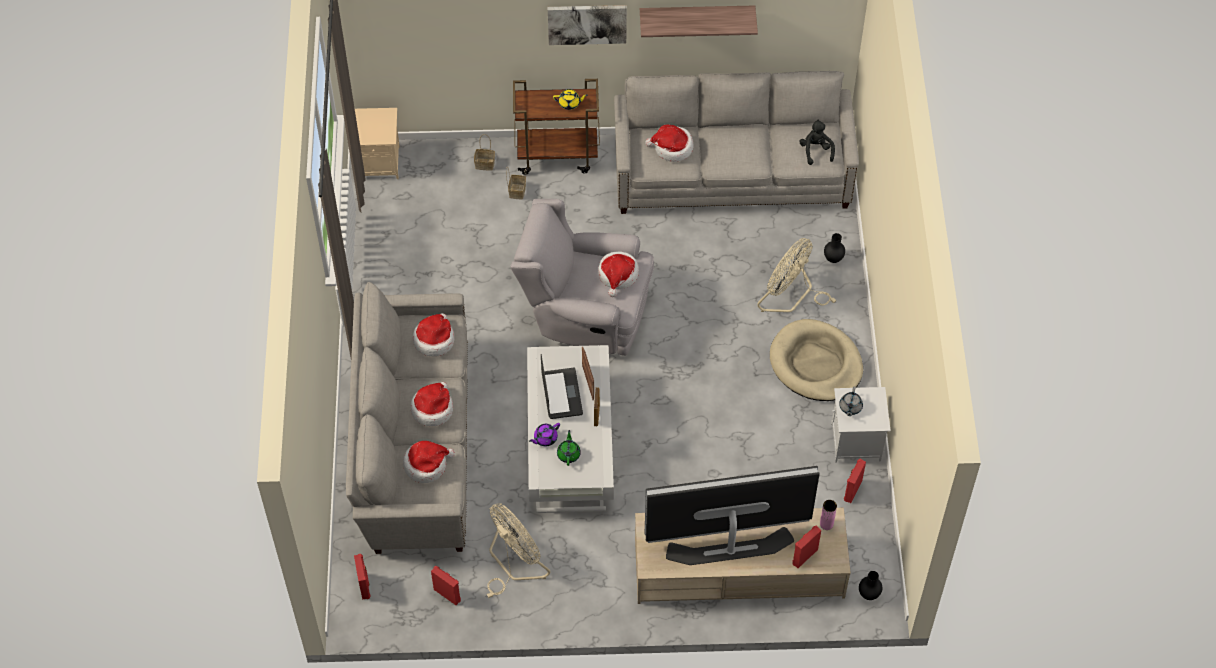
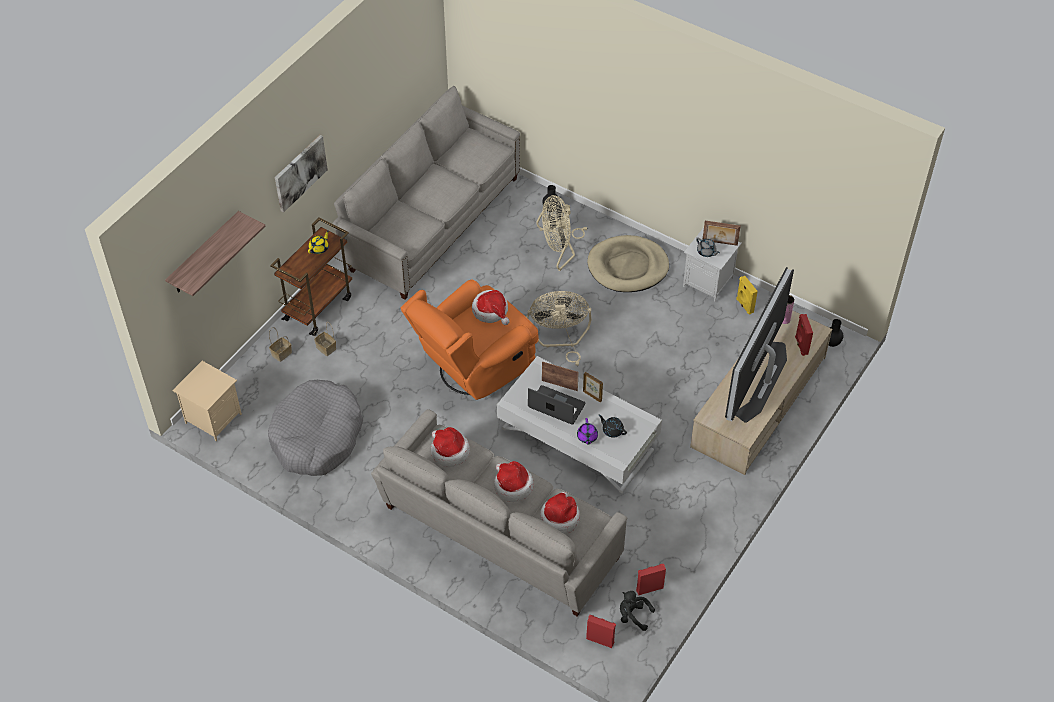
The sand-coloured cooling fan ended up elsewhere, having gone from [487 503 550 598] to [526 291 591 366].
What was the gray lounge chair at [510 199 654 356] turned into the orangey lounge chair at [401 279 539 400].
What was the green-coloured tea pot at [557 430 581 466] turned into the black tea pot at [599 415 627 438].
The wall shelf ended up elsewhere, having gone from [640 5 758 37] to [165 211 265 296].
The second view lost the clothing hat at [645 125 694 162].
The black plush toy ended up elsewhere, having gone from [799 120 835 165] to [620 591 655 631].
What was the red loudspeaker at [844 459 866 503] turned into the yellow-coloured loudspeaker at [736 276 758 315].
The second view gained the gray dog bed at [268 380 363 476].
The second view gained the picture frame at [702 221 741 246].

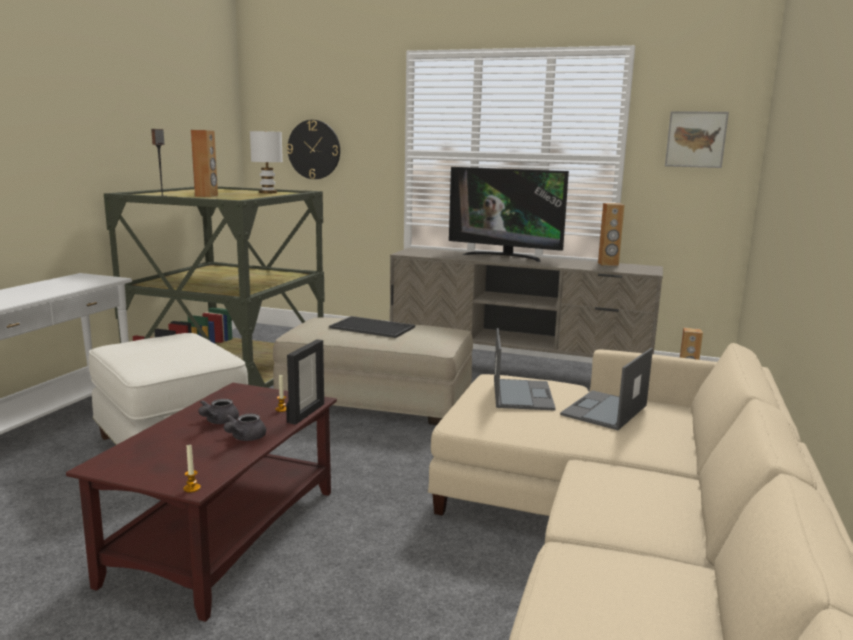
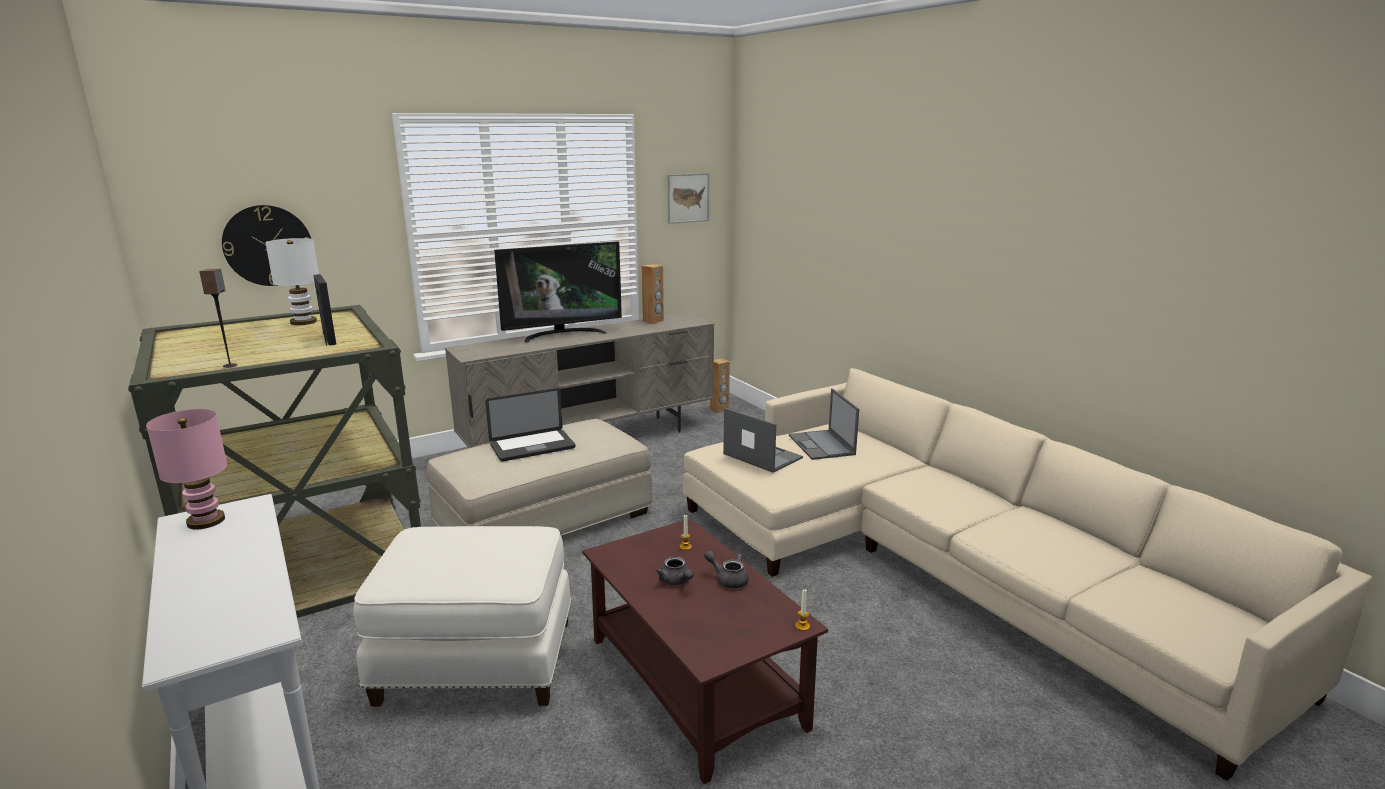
The second view lost the brown loudspeaker at [191 130 218 197].
The gray tea pot at [223 413 266 441] ended up facing another way, 150 degrees clockwise from before.
The picture frame ended up elsewhere, having gone from [286 339 324 425] to [313 274 336 346].
Where the tray stood at [329 316 415 338], the laptop came to stand at [485 388 576 462].
The second view gained the pink-coloured lamp for a table at [146 409 227 529].

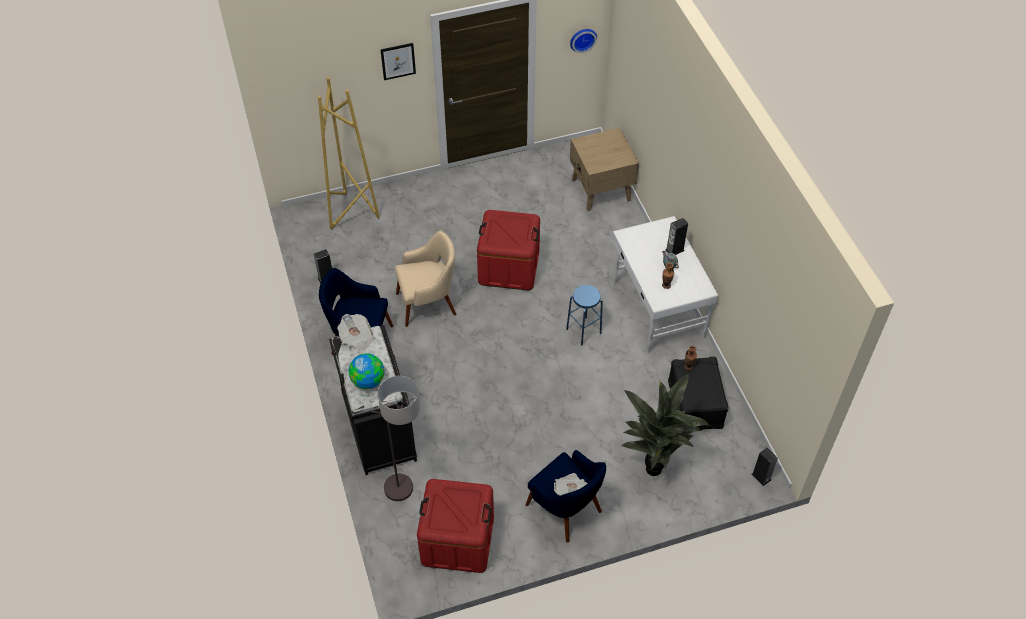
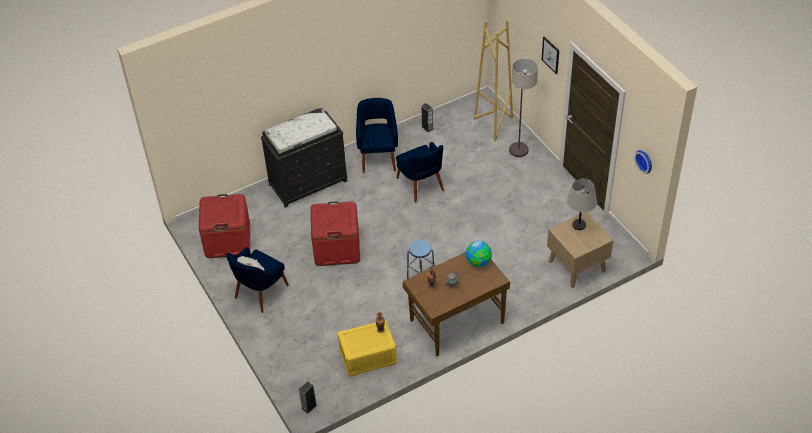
The second view lost the newspaper at [337 314 375 353].
The desk globe ended up elsewhere, having gone from [349 353 384 389] to [466 241 492 267].
The gray standard lamp ended up elsewhere, having gone from [371 376 420 501] to [509 59 538 157].
What was the sand-coloured lounge chair at [395 231 456 327] turned into the blue lounge chair at [396 142 444 202].
The red storage container ended up elsewhere, having gone from [477 210 540 290] to [311 201 360 266].
What was the white desk at [612 216 718 353] turned into the brown desk at [403 252 510 356].
The second view lost the plant in a pot at [621 374 710 476].
The second view lost the loudspeaker at [666 218 688 255].
What was the black storage container at [668 357 729 430] turned into the yellow-coloured storage container at [337 320 397 377].
The second view gained the gray lamp for a table at [567 179 597 230].

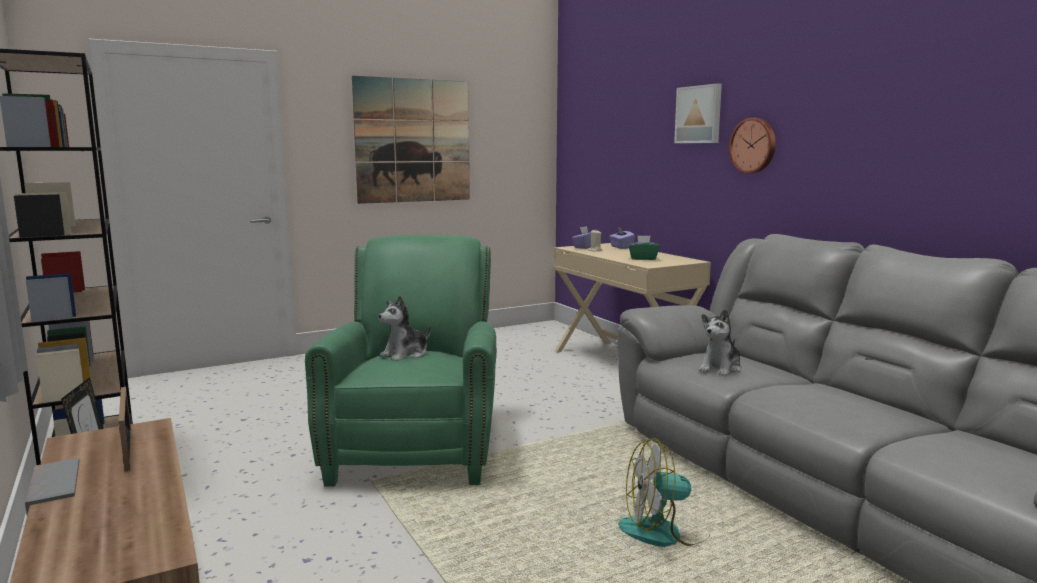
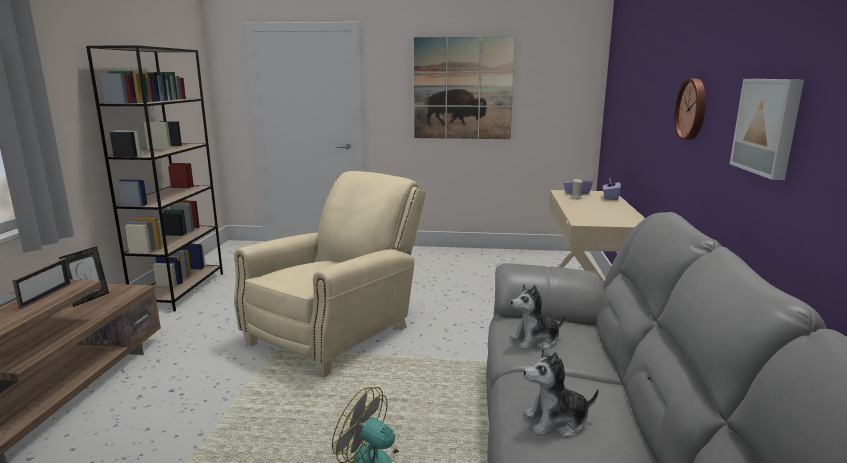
What was the green-coloured lounge chair at [305 235 497 486] turned into the sand-coloured lounge chair at [234 171 426 377].
The plush toy ended up elsewhere, having gone from [378 295 431 361] to [523 347 599 438].
The second view lost the green-coloured box of tissues at [628 235 660 260].
The picture ended up elsewhere, having gone from [674 84 722 143] to [730 79 804 180].

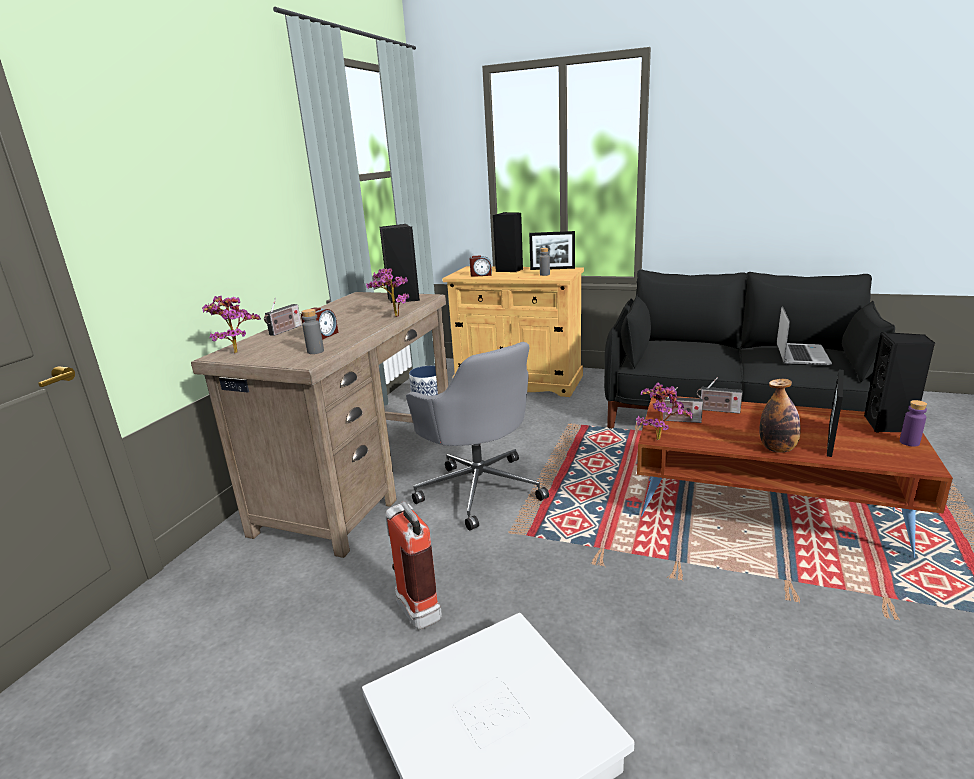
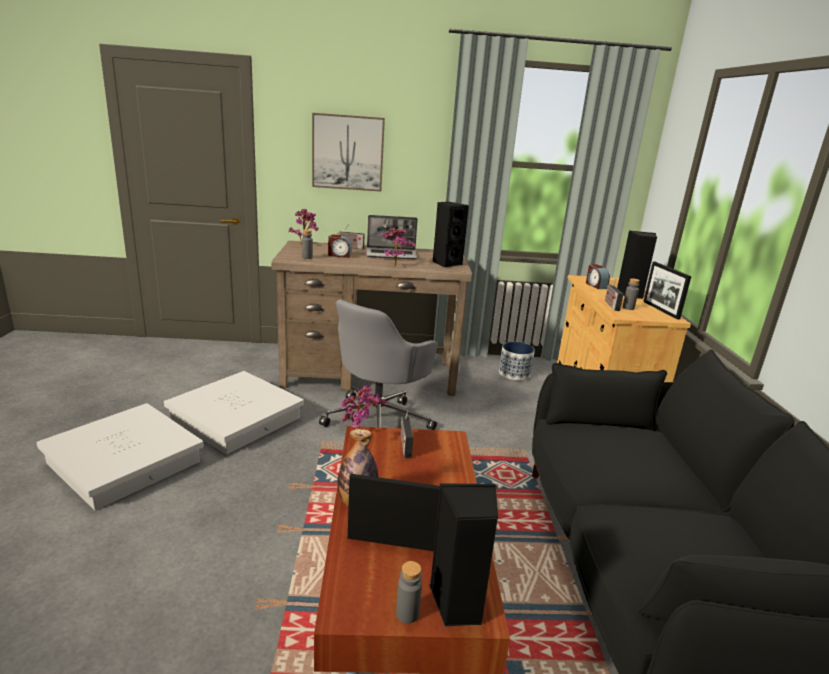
Where the fire-fighting cylinder stood at [385 501 442 630], the white storage container came to stand at [164 371 304 455].
The radio ended up elsewhere, having gone from [697 378 743 414] to [605 279 624 311].
The laptop ended up elsewhere, having gone from [777 306 832 366] to [366 215 418 259].
What was the purple-coloured drink bottle at [900 400 927 447] turned into the gray drink bottle at [396 561 422 624].
The second view gained the picture at [312 113 385 192].

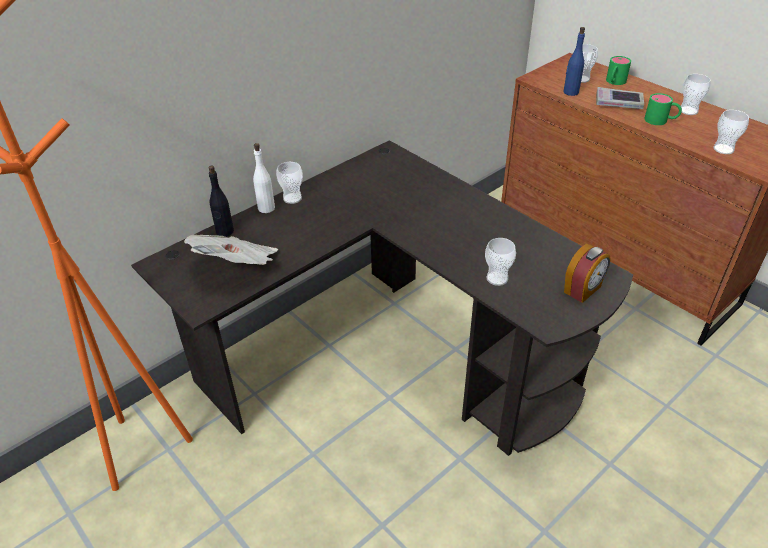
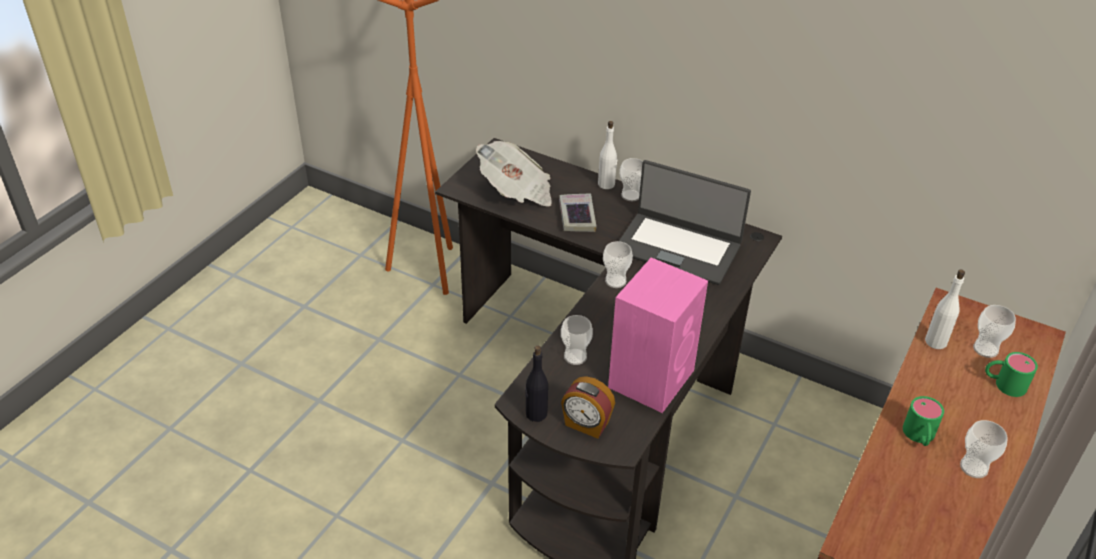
The black drink bottle ended up elsewhere, having gone from [209 165 234 237] to [525 346 548 422].
What was the blue drink bottle at [564 27 585 96] turned into the white drink bottle at [925 270 965 349].
The volume ended up elsewhere, having gone from [596 87 644 109] to [559 193 597 232].
The cup ended up elsewhere, having gone from [713 110 749 154] to [603 241 633 288].
The second view gained the pink-coloured loudspeaker at [608 257 708 413].
The second view gained the laptop at [619 160 751 285].

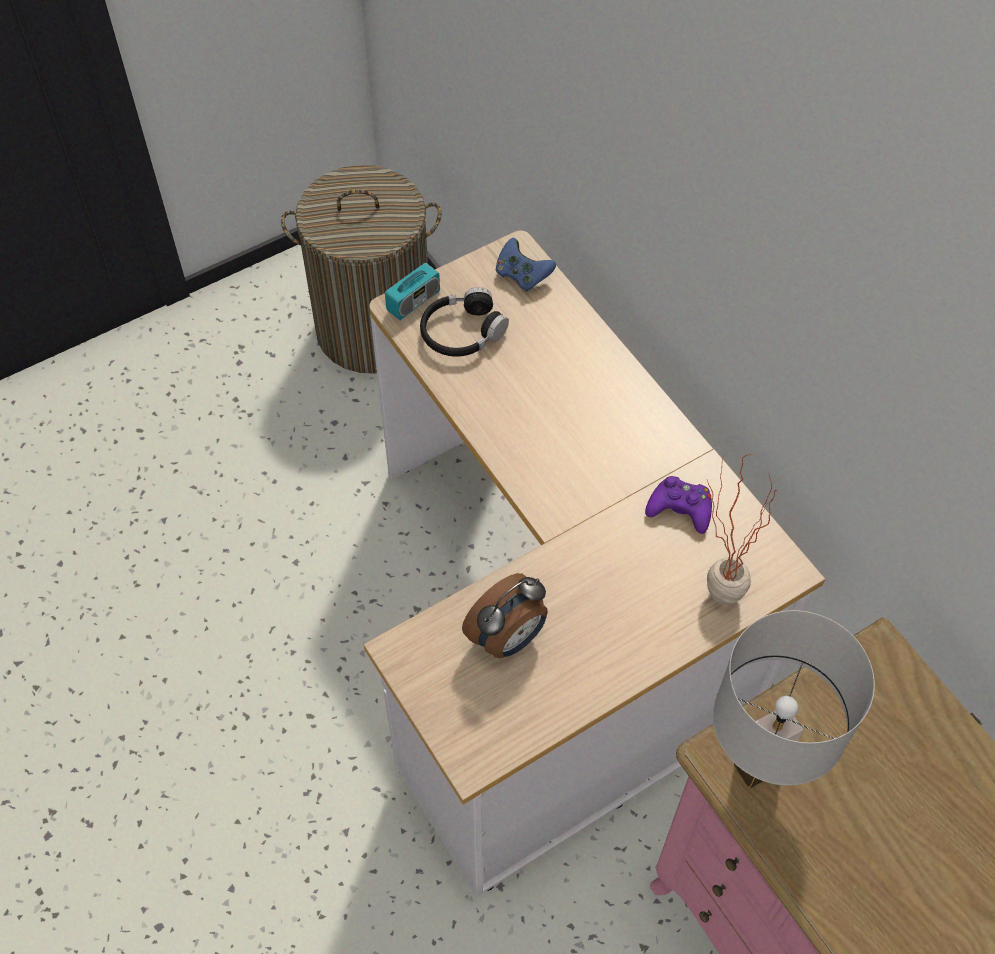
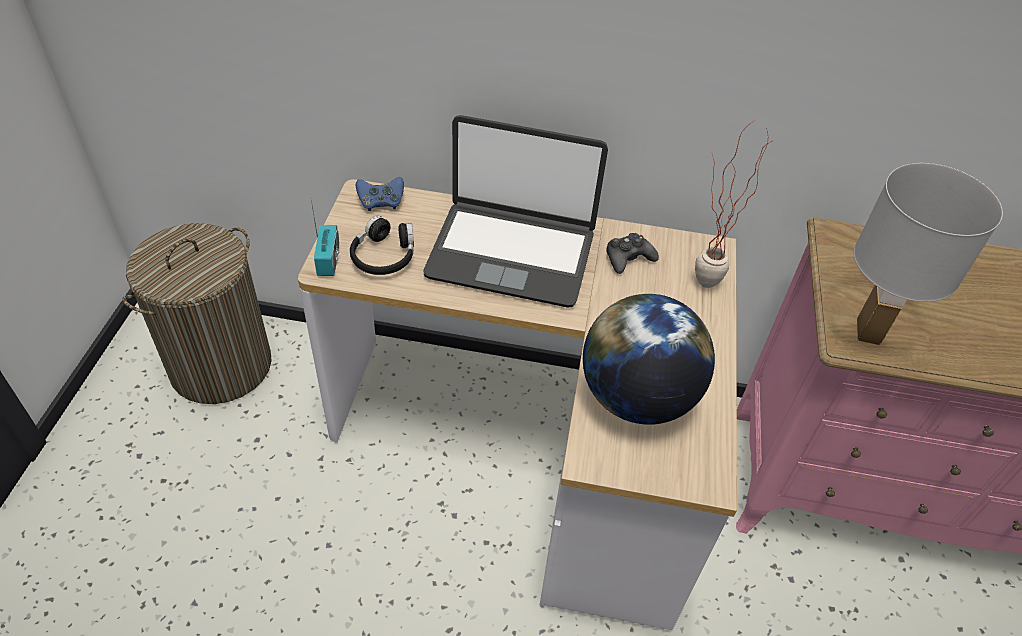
Where the bedside clock stood at [462 573 548 658], the desk globe came to stand at [583 294 715 425].
What was the purple-coloured joypad at [645 476 712 534] turned into the black joypad at [606 233 659 274].
The second view gained the laptop at [423 115 608 308].

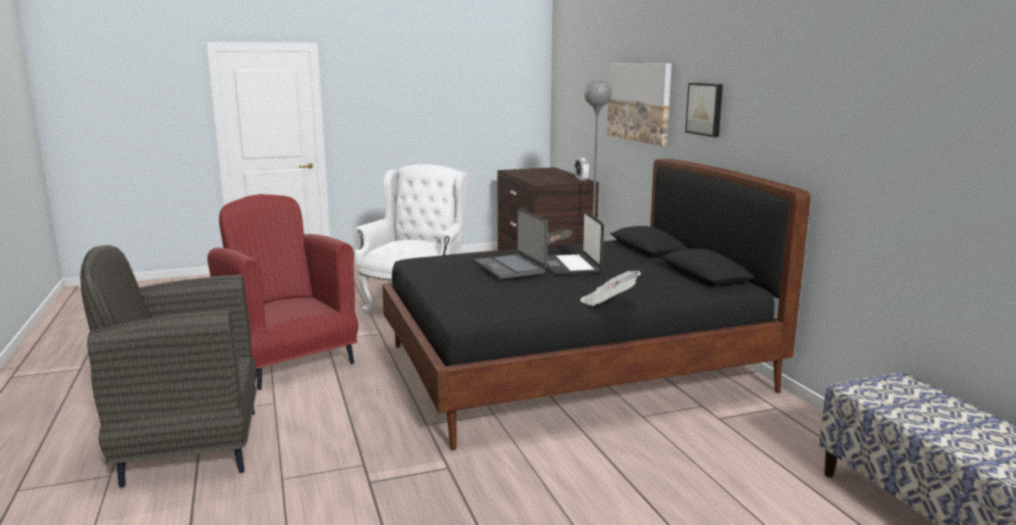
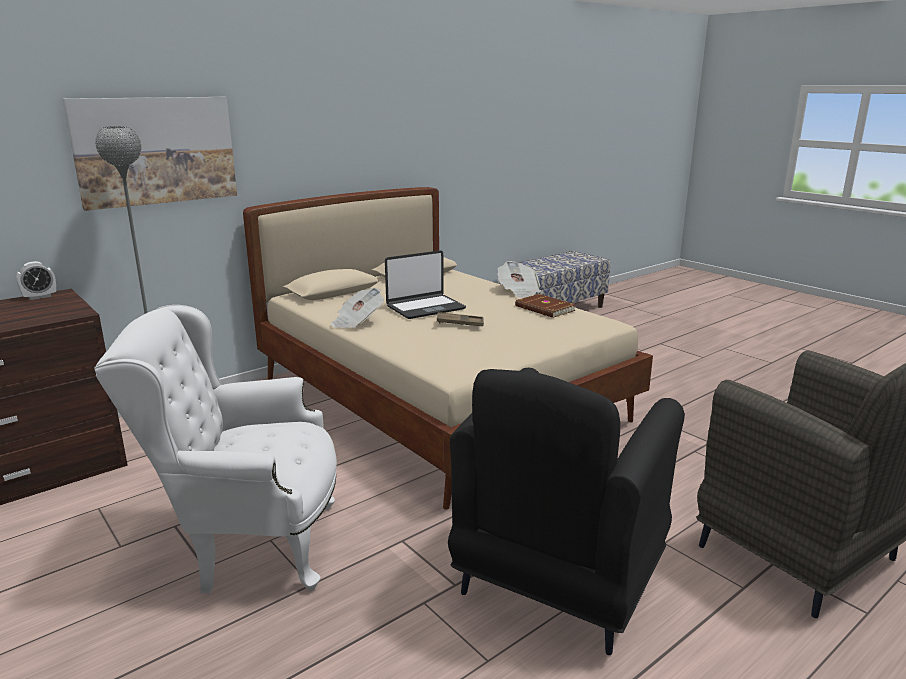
What was the red lounge chair at [207 194 358 390] turned into the black lounge chair at [448 368 685 655].
What was the black bed at [382 159 811 450] turned into the sand-coloured bed at [243 187 653 510].
Where the laptop stood at [474 208 548 279], the brown tray came to stand at [437 312 484 326].
The second view lost the picture at [685 83 723 137].
The second view gained the brown volume at [515 294 576 318].

